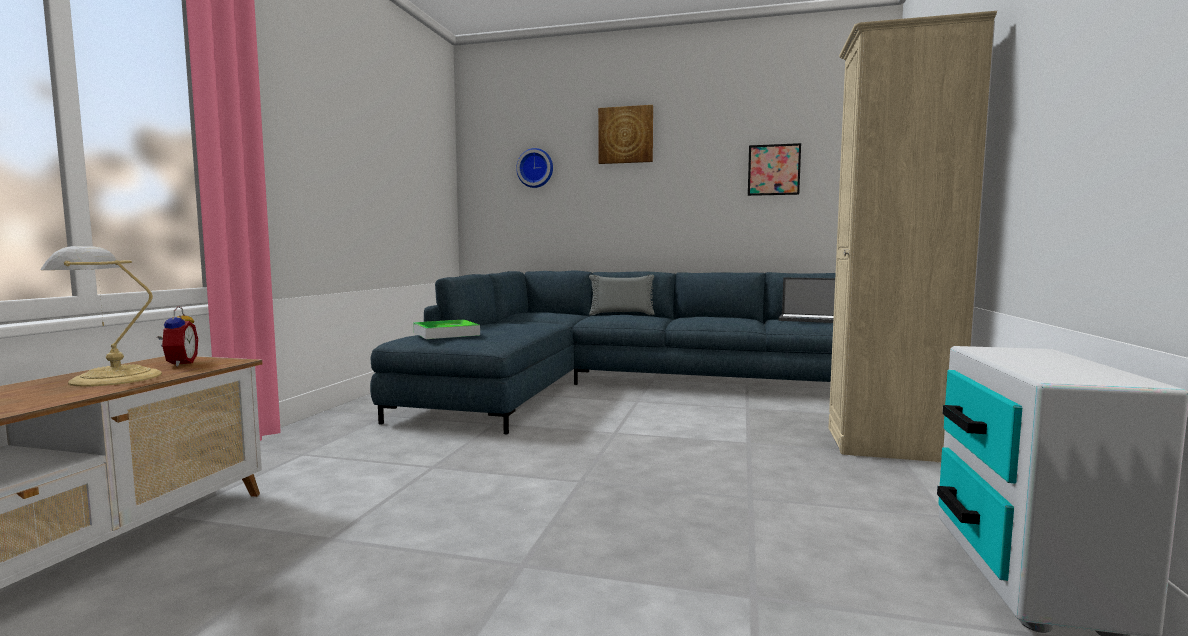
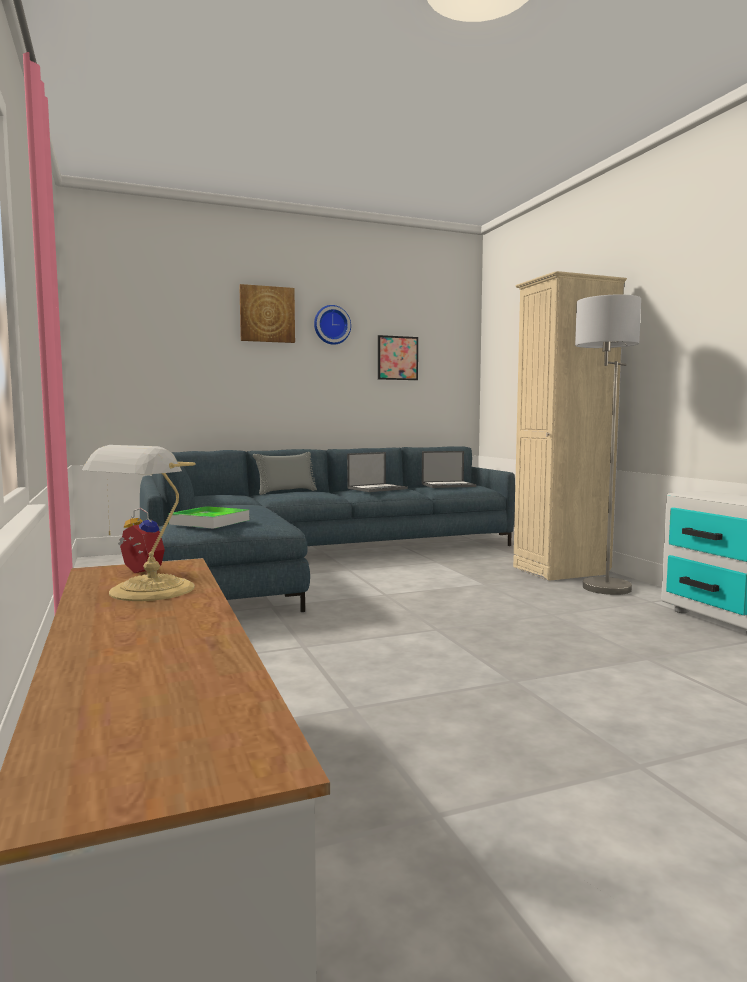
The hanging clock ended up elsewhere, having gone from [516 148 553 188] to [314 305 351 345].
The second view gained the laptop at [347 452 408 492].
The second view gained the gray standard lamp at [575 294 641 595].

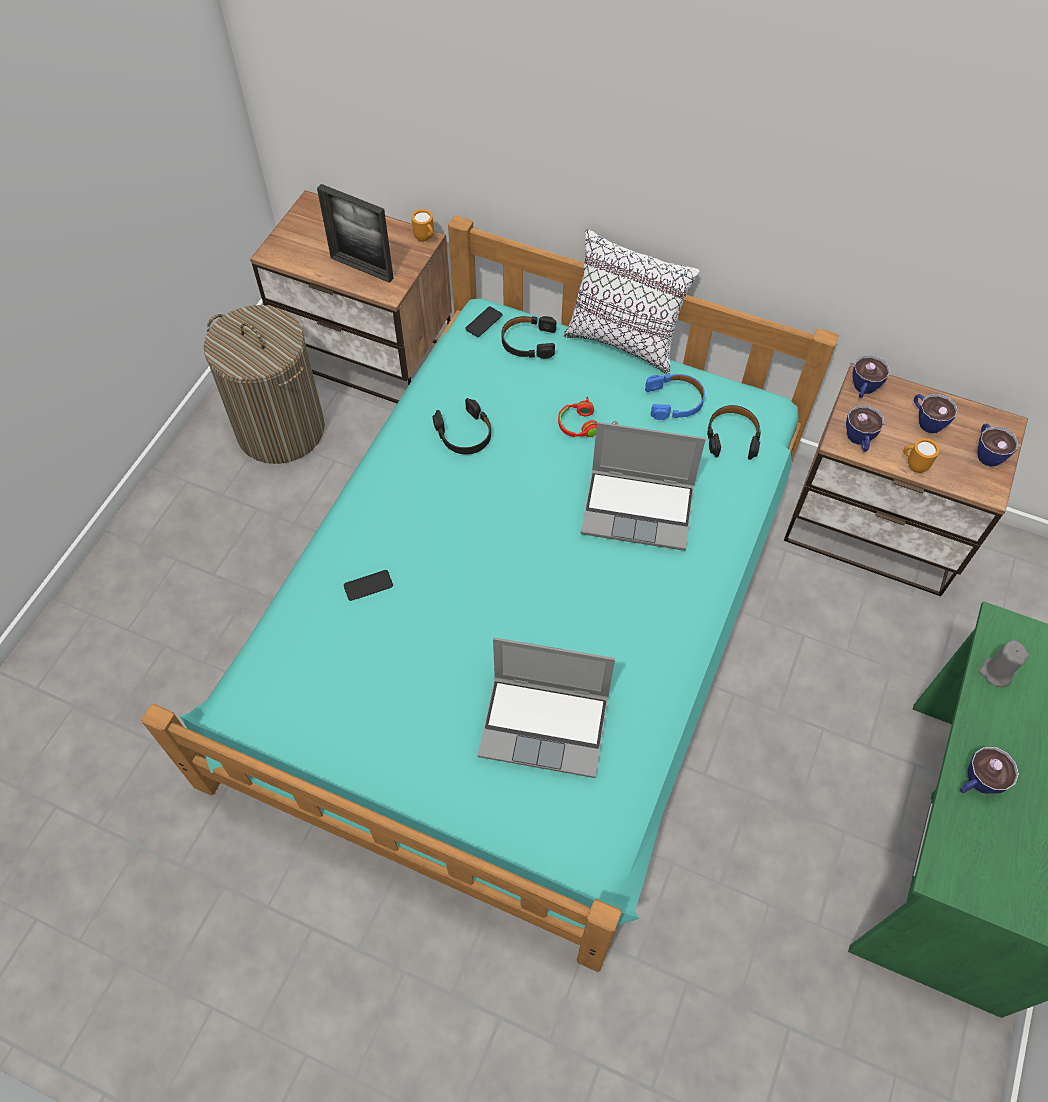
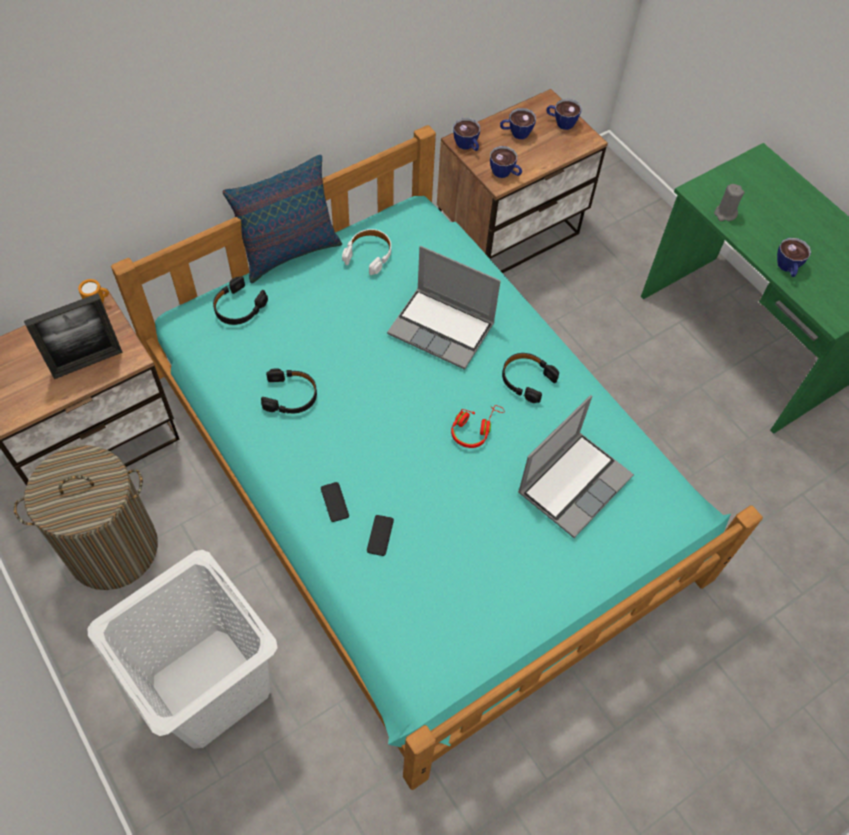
The handset ended up elsewhere, having gone from [465 306 502 337] to [321 482 349 522].
The red headset ended up elsewhere, having gone from [558 397 618 437] to [451 405 505 448].
What was the white cushion at [564 229 699 375] turned into the blue cushion at [223 155 342 284].
The laptop at [580 422 706 551] ended up facing another way, 75 degrees clockwise from before.
What was the blue headset at [645 374 705 420] turned into the white headset at [342 229 391 275].
The black headset ended up elsewhere, having gone from [707 405 761 460] to [502 353 559 403].
The second view lost the orangey mug at [903 438 940 473].
The second view gained the white washing basket at [88 550 278 749].

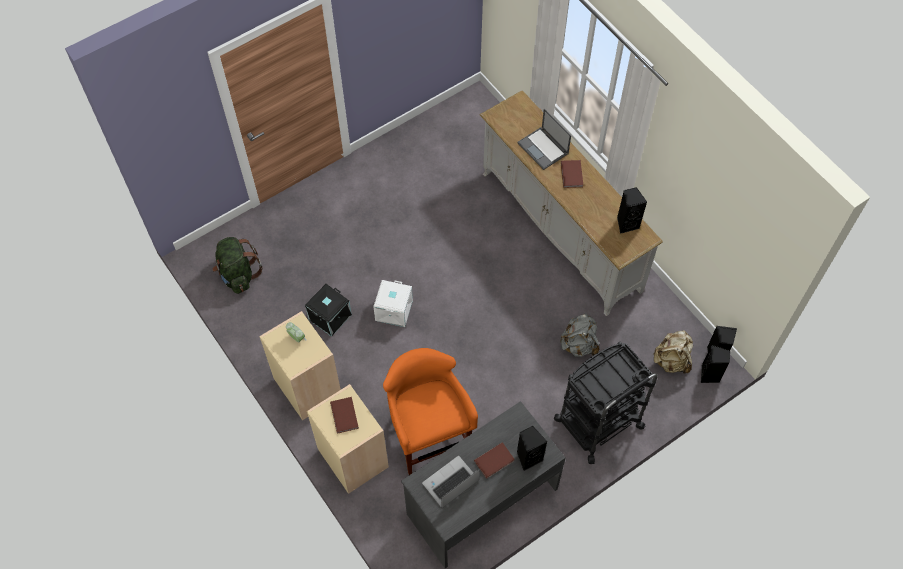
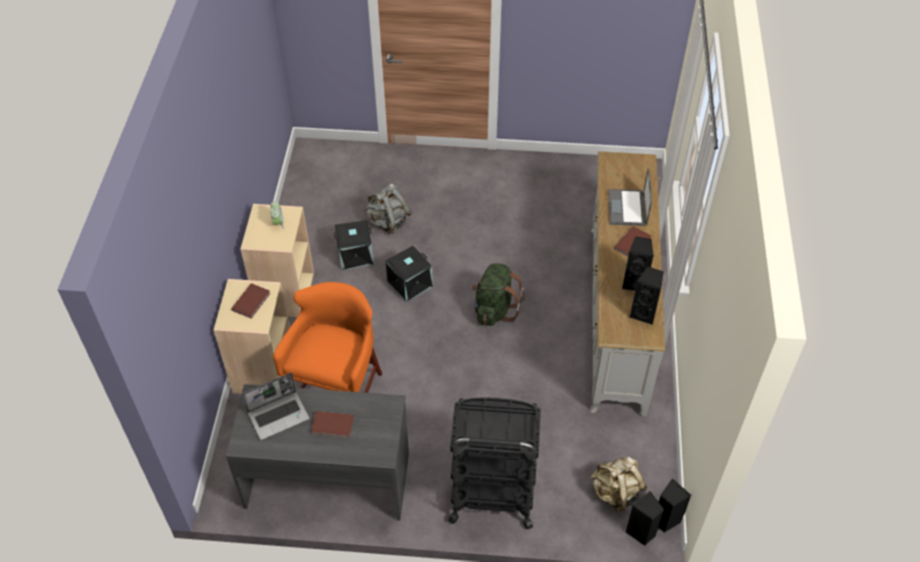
The green-coloured rucksack ended up elsewhere, having gone from [212 237 263 294] to [472 263 525 326].
What was the white storage container at [373 280 413 327] turned into the black storage container at [386 246 433 302].
The laptop at [422 456 480 508] ended up facing another way, 150 degrees clockwise from before.
The black loudspeaker ended up elsewhere, having gone from [517 426 547 471] to [622 236 654 291].
The gray rucksack ended up elsewhere, having gone from [560 313 599 357] to [365 184 411 234].

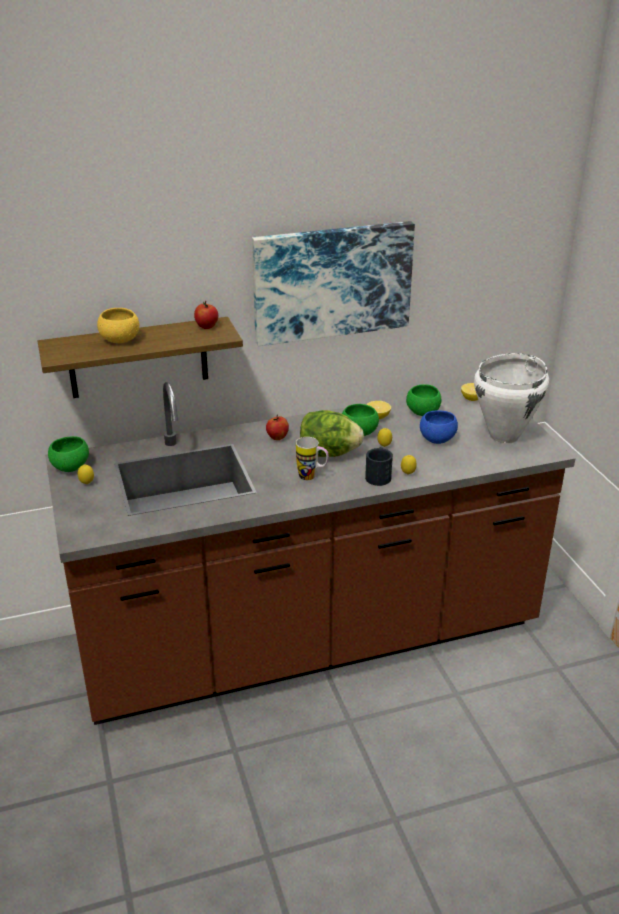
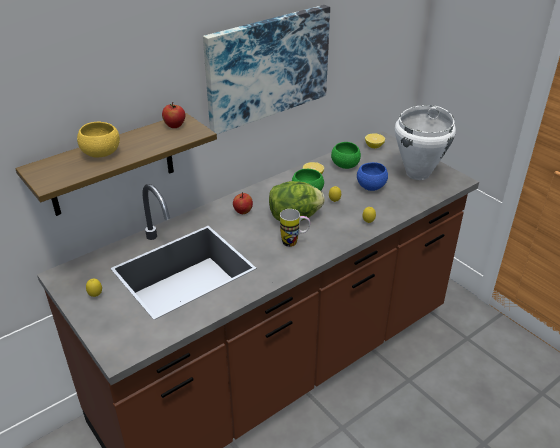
The second view lost the green-coloured serving bowl at [48 436 89 472].
The second view lost the black mug at [365 447 393 486].

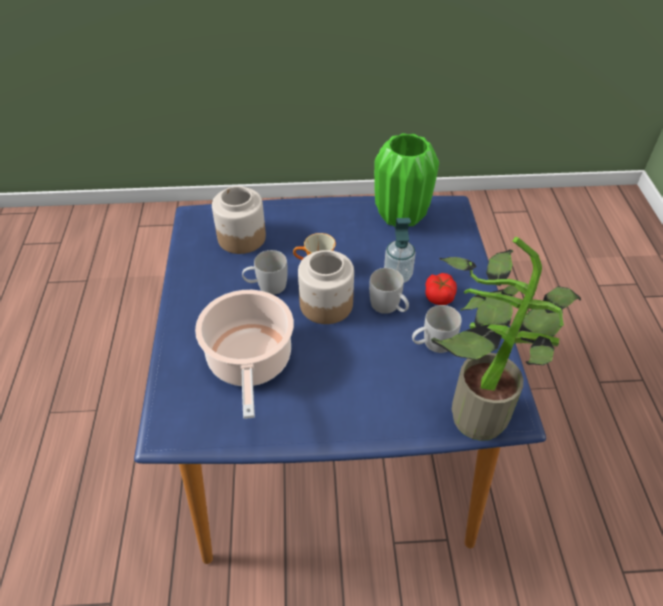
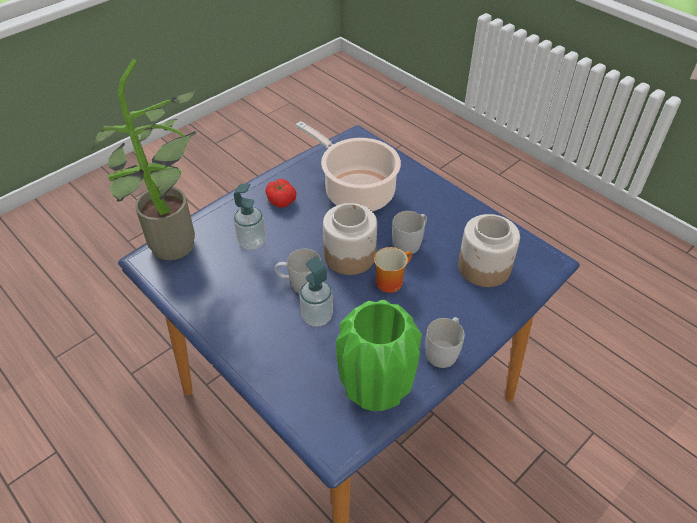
The white mug ended up elsewhere, having gone from [412 305 462 353] to [425 317 464 368].
The tomato ended up elsewhere, having gone from [425 273 457 305] to [266 179 297 208].
The second view gained the liquid soap bottle at [234 183 266 250].

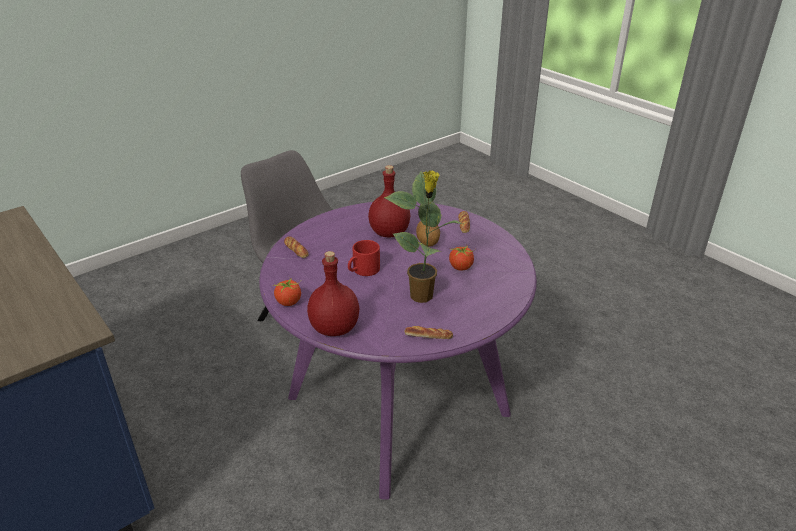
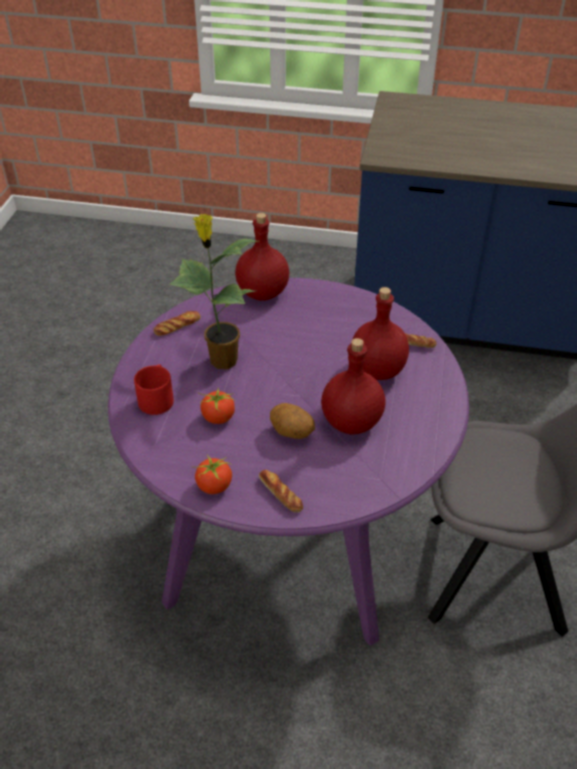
The tomato ended up elsewhere, having gone from [273 279 301 306] to [191 455 232 494].
The red mug ended up elsewhere, having gone from [348 240 380 276] to [134 364 174 415].
The second view gained the red drink bottle at [352 287 409 380].

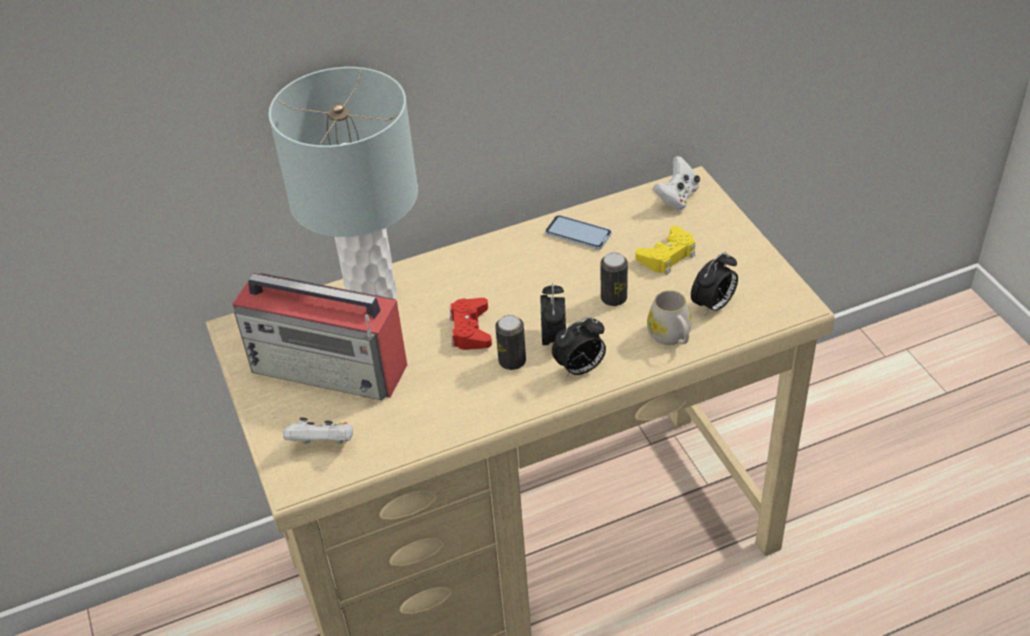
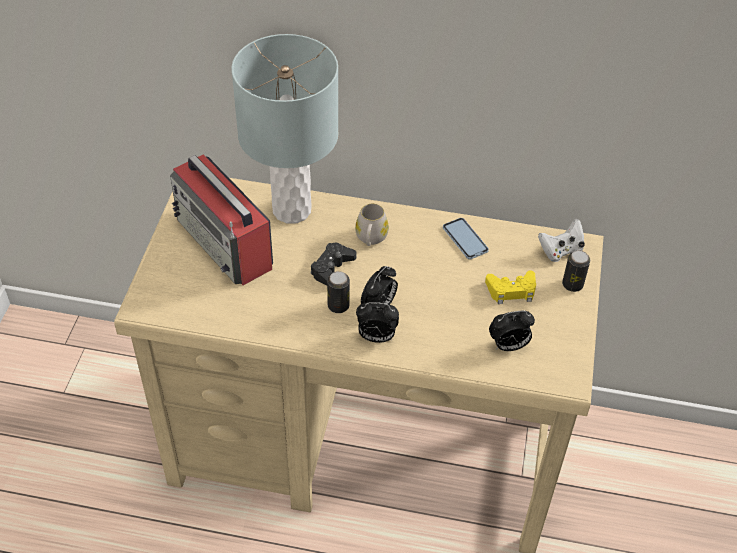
The second view lost the white joypad at [283 418 353 444].
What was the red joypad at [450 298 492 350] turned into the black joypad at [310 243 356 286].
The metal can ended up elsewhere, having gone from [601 252 628 306] to [562 250 590 292].
The white mug ended up elsewhere, having gone from [647 290 691 345] to [355 204 389 246].

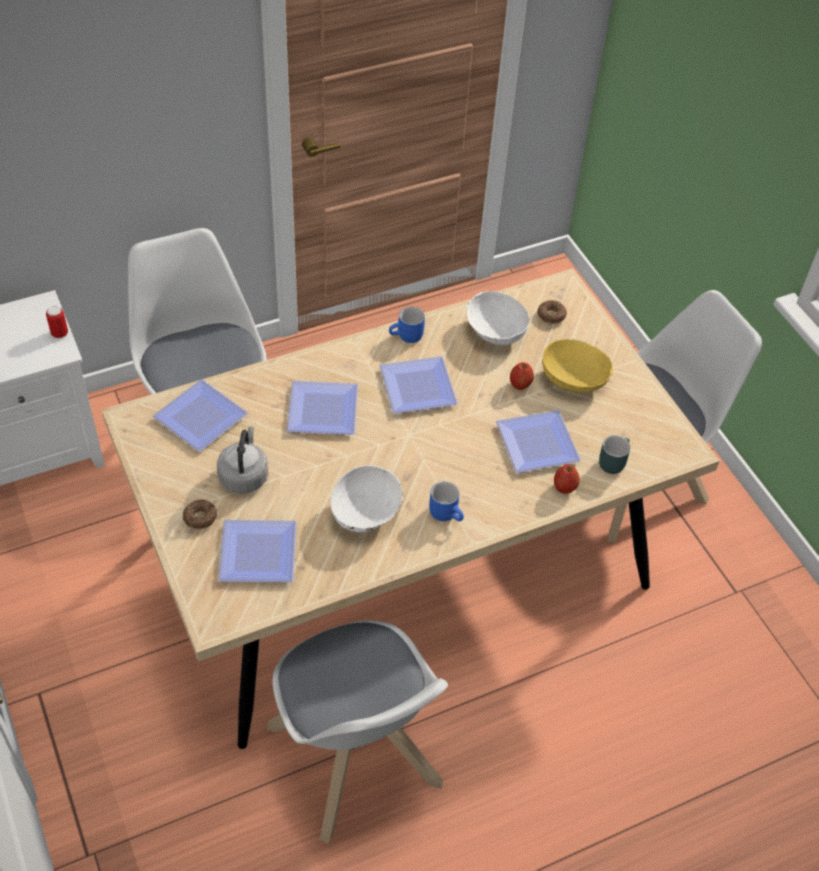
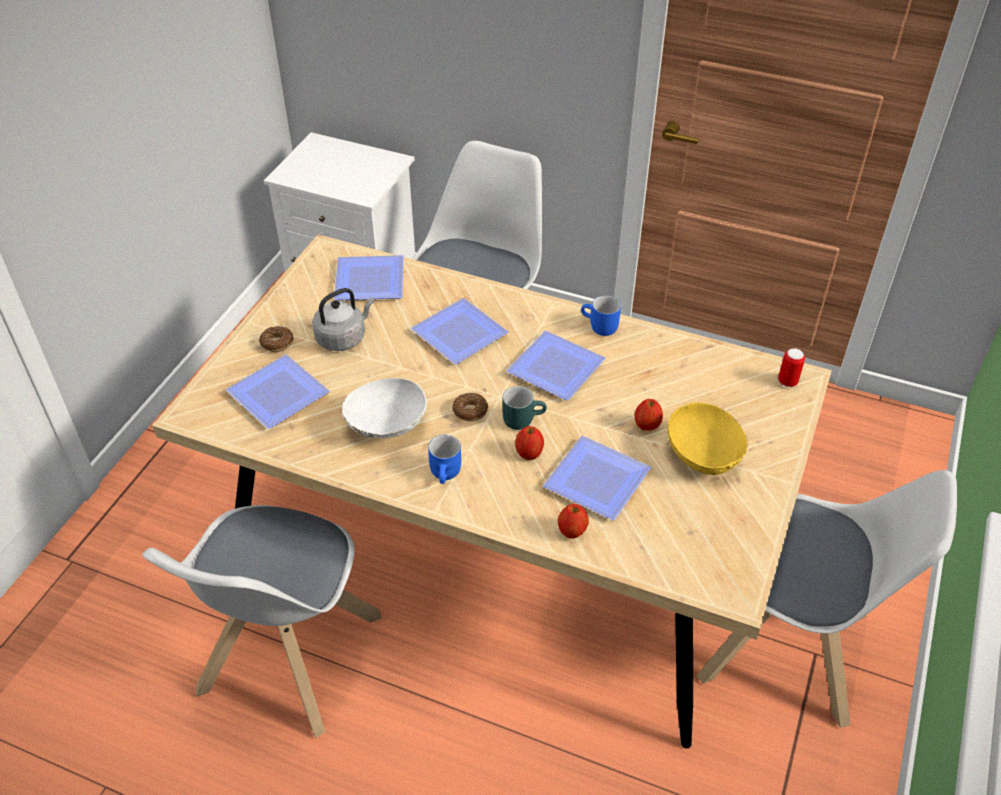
The metal can ended up elsewhere, having gone from [46 306 68 338] to [778 348 805 387].
The second view lost the white serving bowl at [466 291 530 346].
The doughnut ended up elsewhere, having gone from [537 300 567 324] to [452 392 488 421].
The blue-green mug ended up elsewhere, having gone from [599 435 631 474] to [503 386 547 430].
The second view gained the apple at [515 426 544 460].

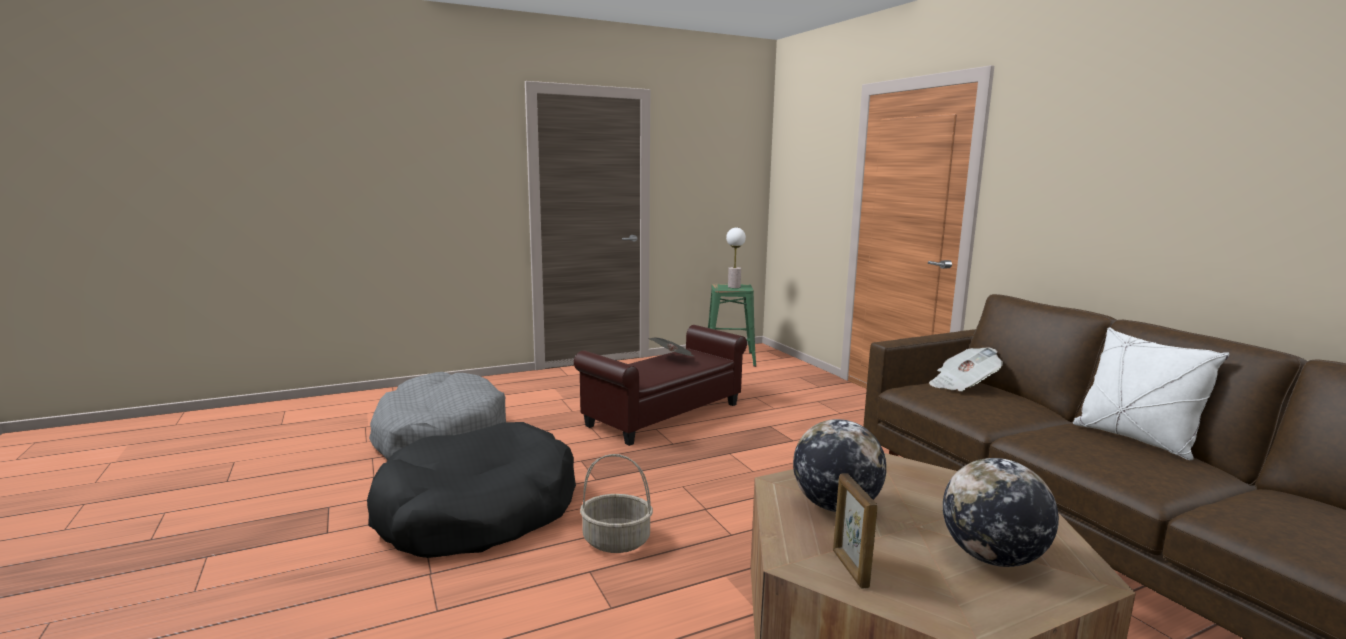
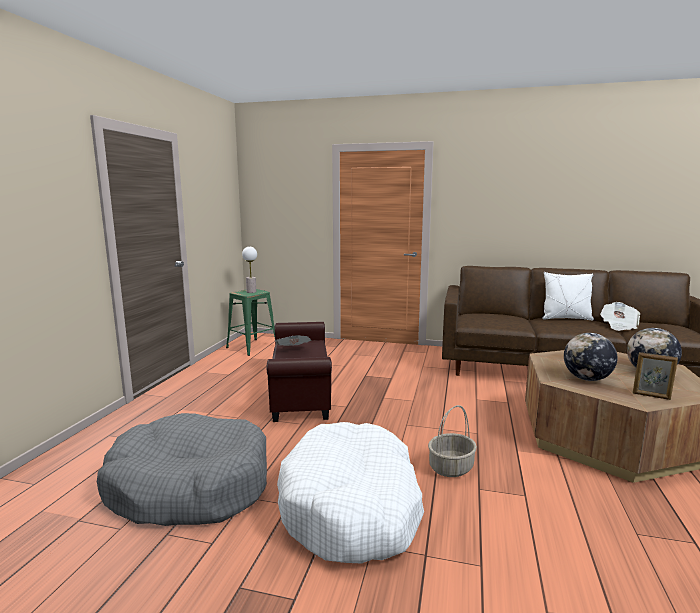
What was the black dog bed at [367 422 576 558] turned into the white dog bed at [277 422 424 563].
The newspaper ended up elsewhere, having gone from [929 347 1003 391] to [600 302 640 331].

